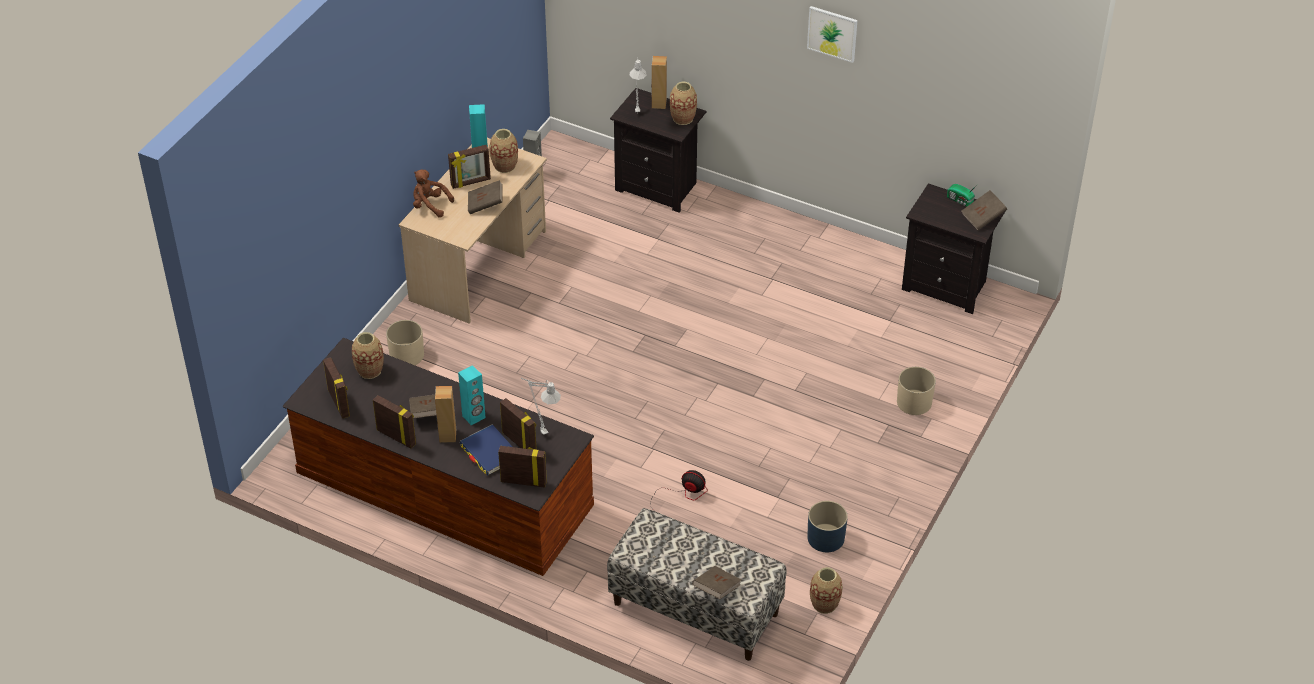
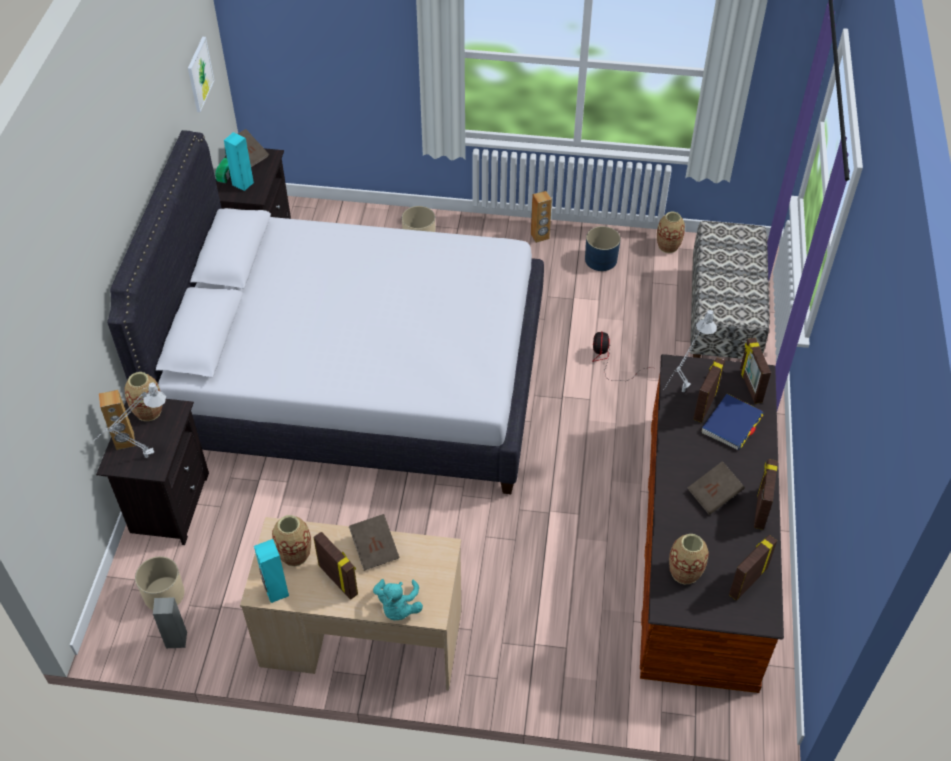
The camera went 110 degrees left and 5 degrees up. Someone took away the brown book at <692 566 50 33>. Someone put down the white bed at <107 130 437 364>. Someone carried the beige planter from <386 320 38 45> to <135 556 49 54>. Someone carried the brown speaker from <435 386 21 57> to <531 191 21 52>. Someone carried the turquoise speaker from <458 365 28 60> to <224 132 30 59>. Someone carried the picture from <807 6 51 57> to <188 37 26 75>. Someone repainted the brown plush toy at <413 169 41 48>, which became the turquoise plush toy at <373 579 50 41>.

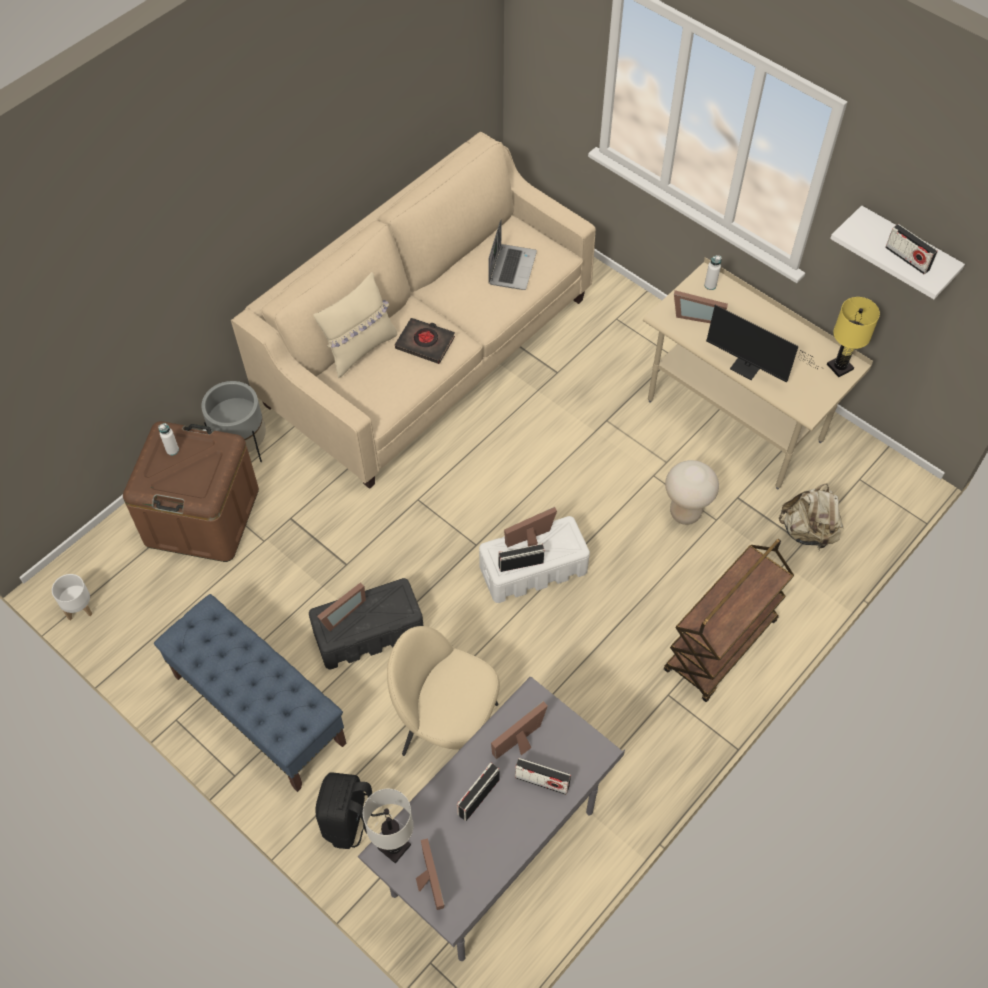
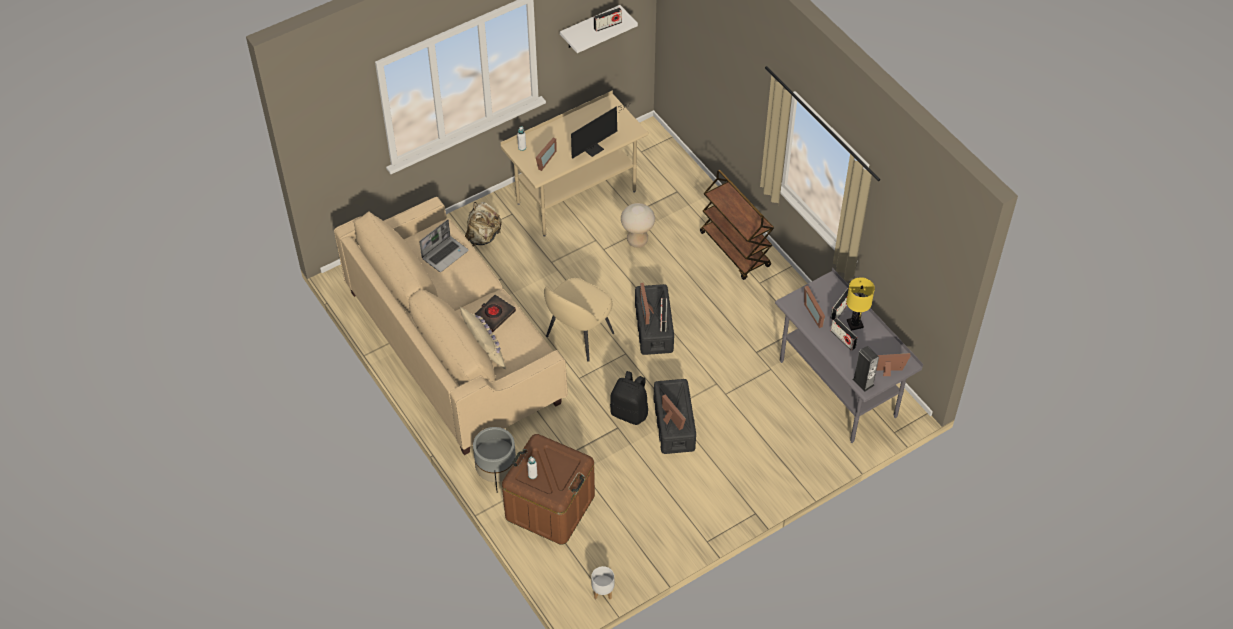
The camera went 75 degrees left and 5 degrees down. Someone took away the blue bench at <154 594 193 198>. Someone carried the black backpack from <316 772 69 77> to <610 371 38 54>. Someone carried the beige chair from <387 626 113 130> to <544 278 70 83>. Someone carried the beige backpack from <779 484 64 65> to <465 202 37 44>. Someone carried the yellow table lamp from <827 297 53 80> to <846 277 29 54>. Someone swapped the white table lamp at <363 789 51 75> for the speaker at <852 346 27 46>. Someone repainted the white storage box at <479 516 111 87>, which became the black storage box at <635 284 39 71>. Someone rotated the laptop at <488 220 49 70> by 105 degrees clockwise.

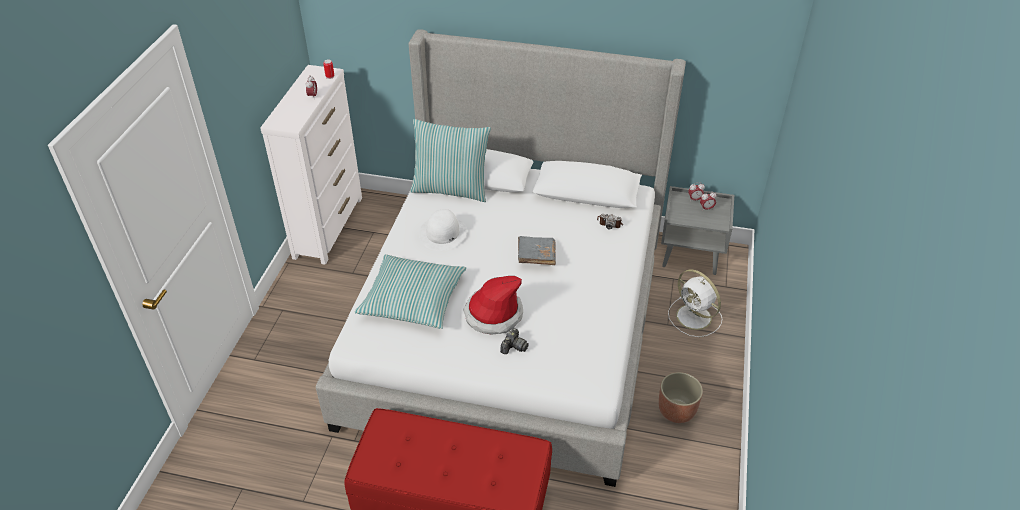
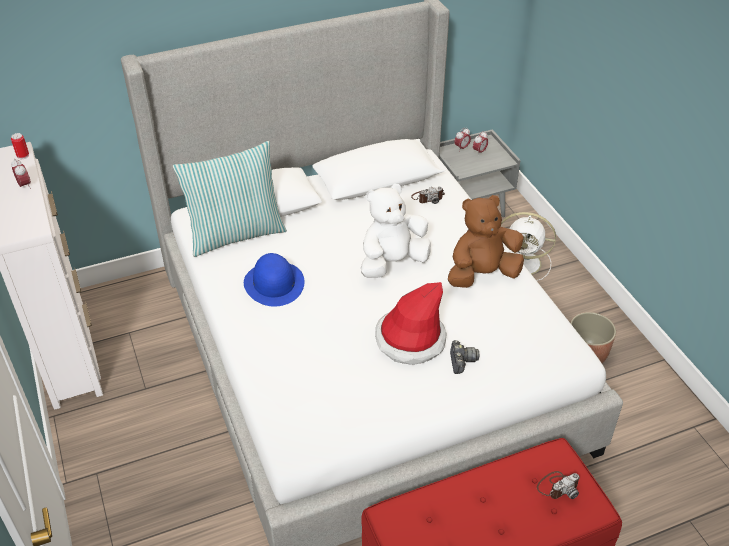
The camera went 35 degrees left and 0 degrees up. Someone took away the pillow at <355 254 111 75>. Someone put down the brown plush toy at <448 195 76 93>. Someone put down the photo camera at <537 471 43 28>. Someone swapped the grey book at <518 236 38 29> for the white plush toy at <361 184 70 94>. Someone repainted the white hat at <419 209 48 42>, which became the blue hat at <244 253 61 53>.

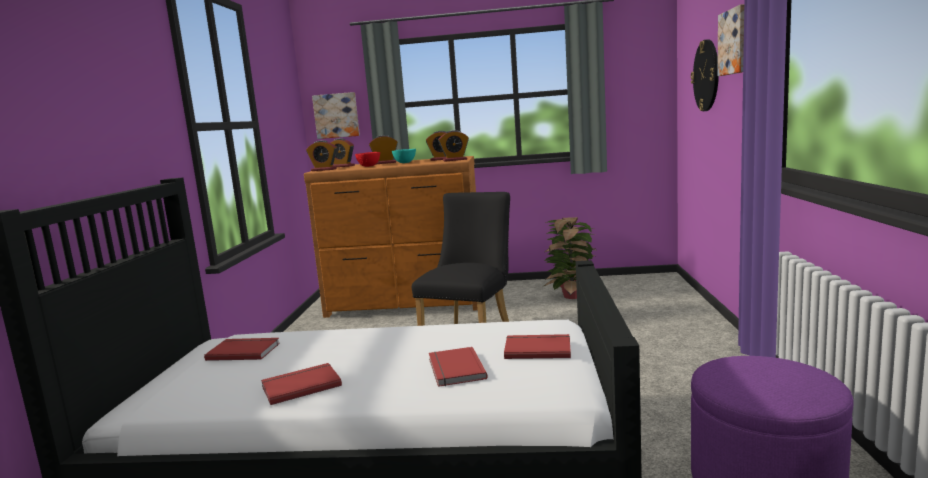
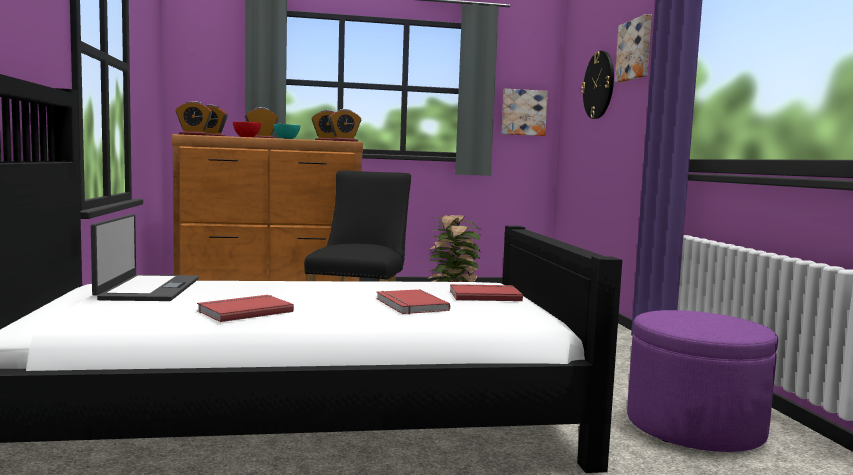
The camera went 15 degrees left and 5 degrees down. Someone carried the picture from <312 92 48 47> to <502 89 46 47>. Someone swapped the red book at <204 338 76 23> for the laptop at <91 214 108 87>.

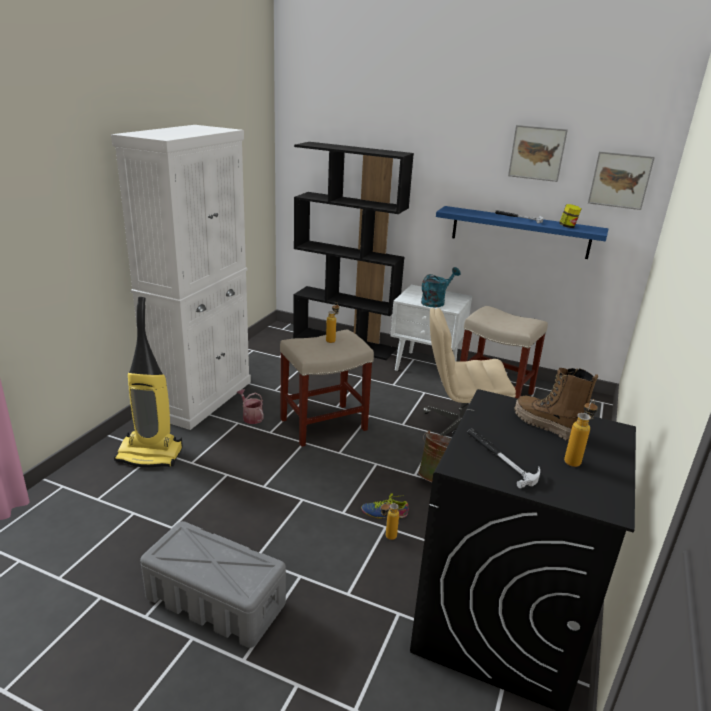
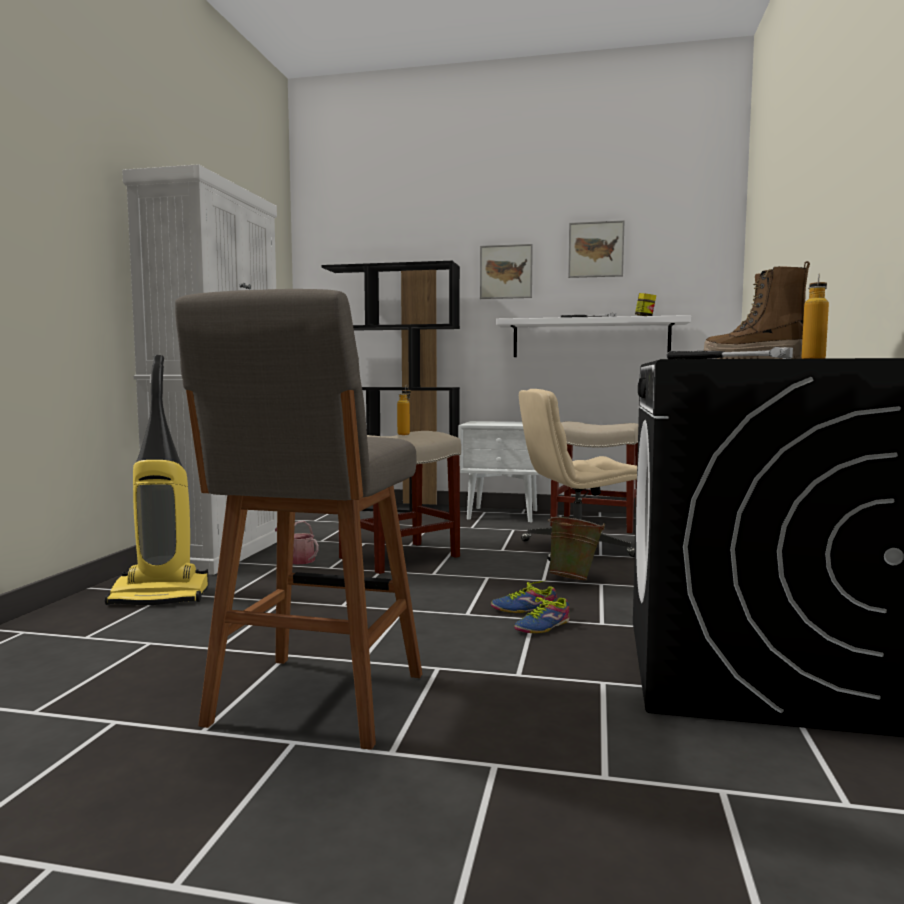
The camera went 10 degrees left and 20 degrees down. Someone took away the turquoise watering can at <421 267 40 40>. Someone carried the picture from <588 151 67 59> to <480 244 53 55>. Someone swapped the grey storage box at <140 521 146 127> for the grey stool at <175 289 247 461>. Someone swapped the bottle at <381 502 18 38> for the shoe at <514 592 56 41>. Someone repainted the blue shelf at <436 206 172 53>, which became the white shelf at <496 315 195 42>.

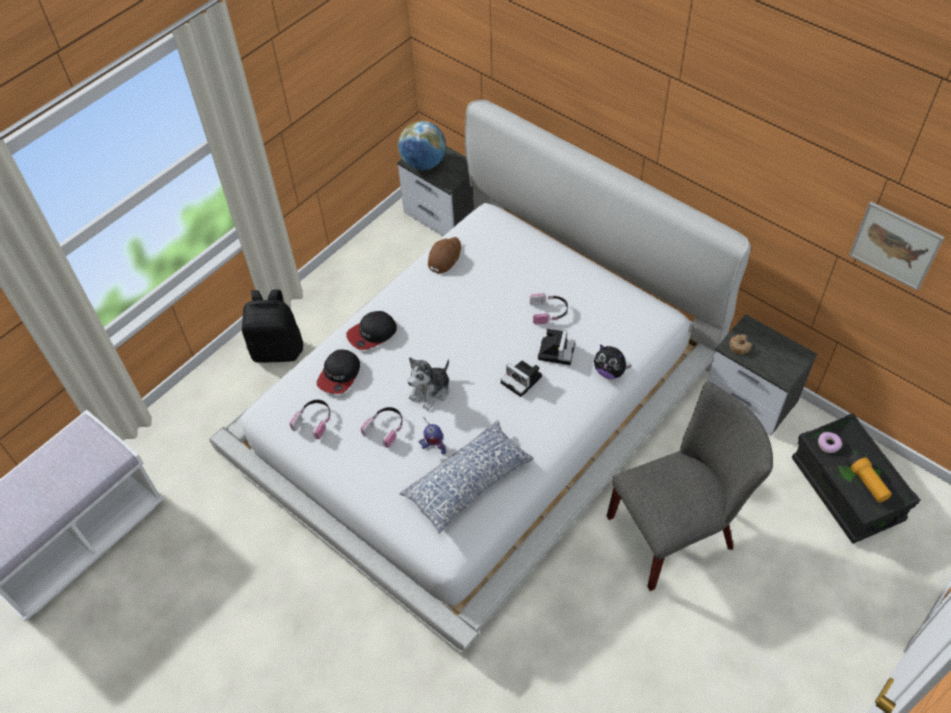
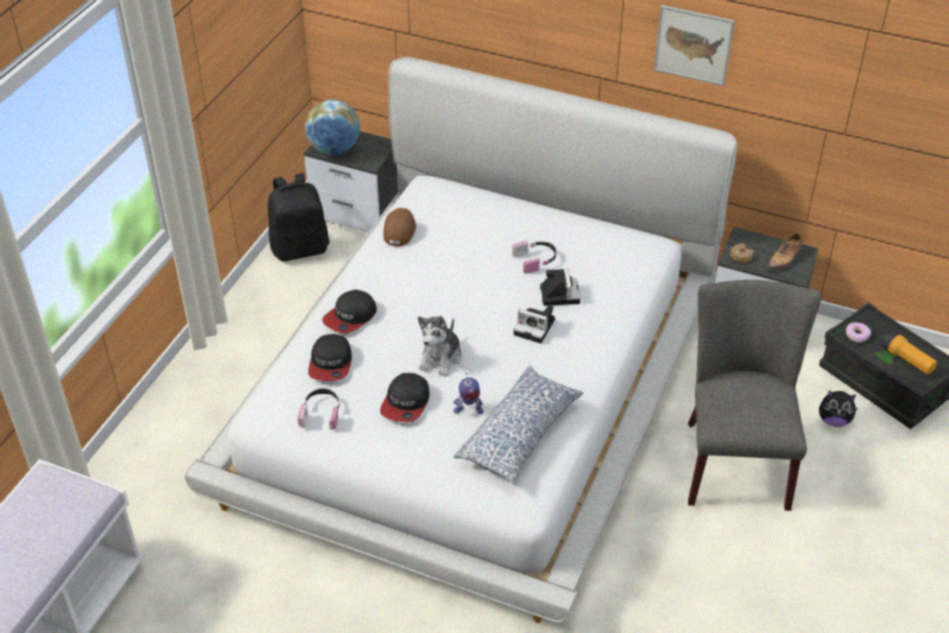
The camera went 20 degrees left and 10 degrees down. Someone put down the shoe at <767 234 35 36>. Someone carried the black backpack from <242 290 61 73> to <268 173 61 89>. Someone carried the plush toy from <594 345 38 34> to <819 391 39 36>. Someone carried the picture from <849 202 95 89> to <654 5 81 81>. Someone swapped the headphones at <361 407 42 41> for the cap at <380 373 50 49>. Someone rotated the grey chair at <607 382 166 209> by 45 degrees counterclockwise.

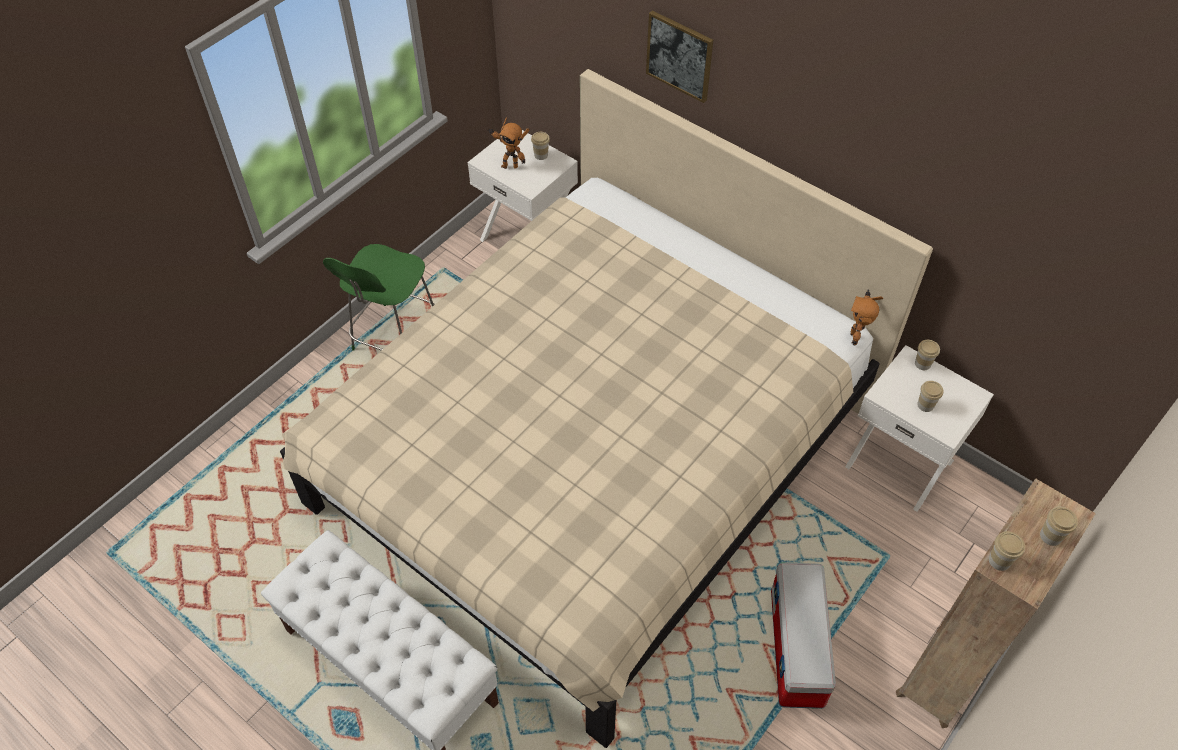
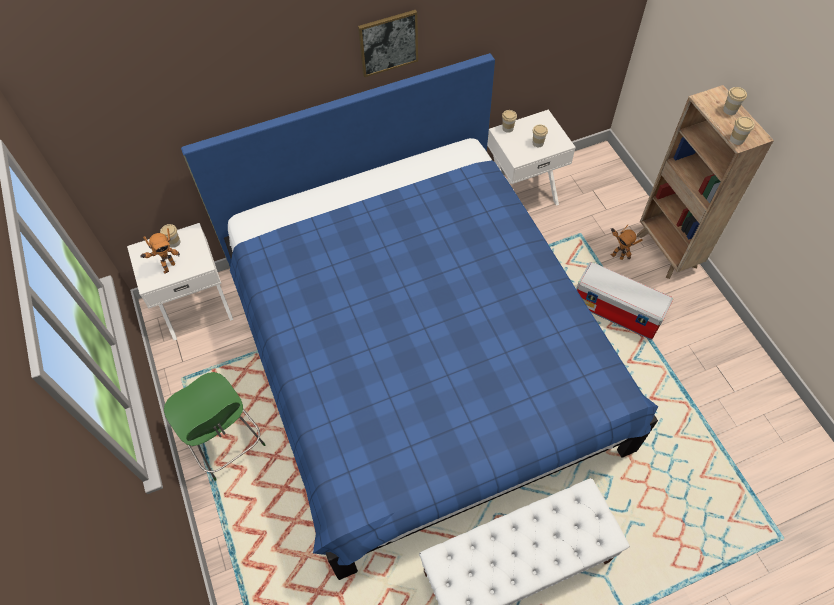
The camera went 60 degrees left and 5 degrees up. Someone carried the picture from <646 11 67 92> to <358 10 60 67>. Someone carried the toy robot from <850 289 33 57> to <611 225 32 35>. Someone repainted the beige bed at <280 69 653 679>, which became the blue bed at <181 53 477 527>.

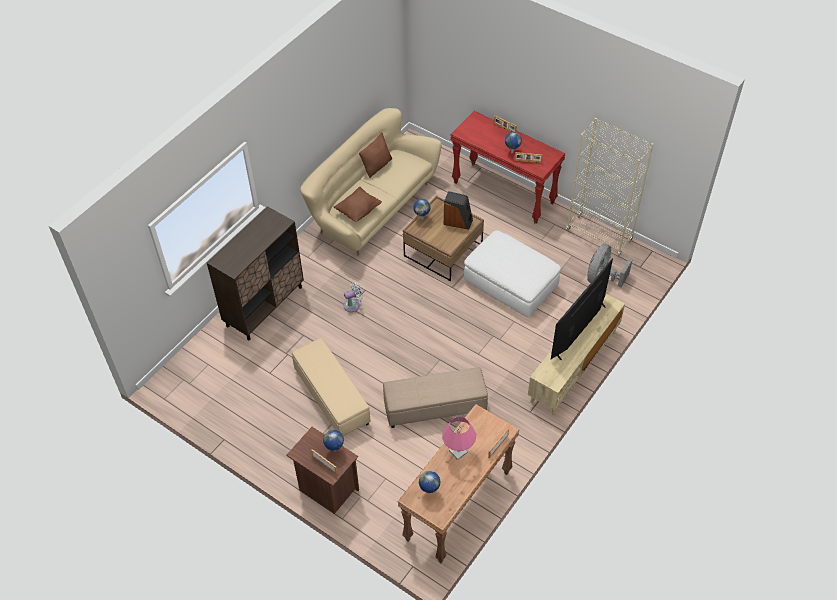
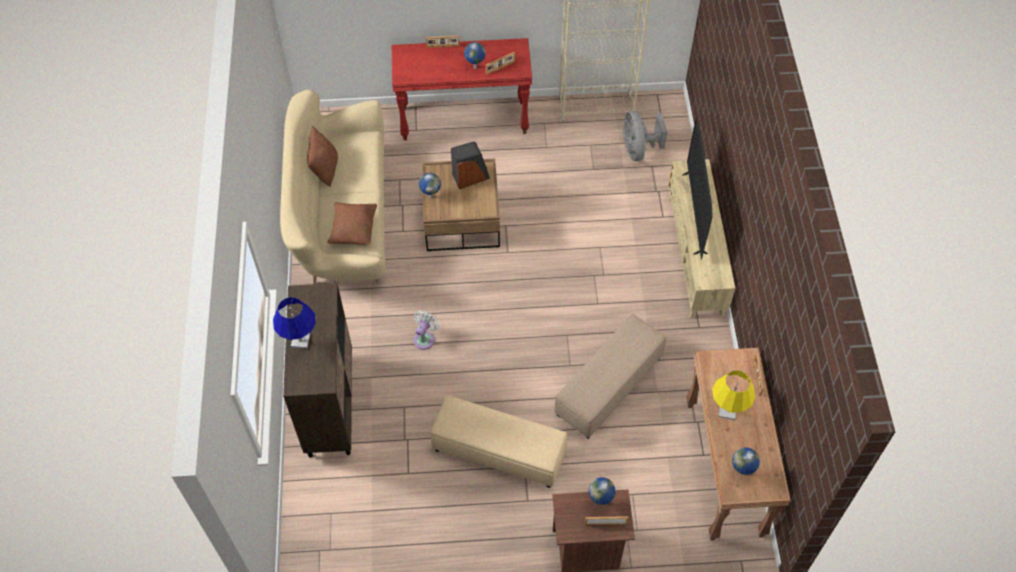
The camera went 40 degrees left and 5 degrees up. Someone took away the white ottoman at <464 230 97 87>. Someone put down the blue table lamp at <273 297 43 52>. Someone repainted the pink table lamp at <442 417 34 43>, which became the yellow table lamp at <712 370 44 50>.

